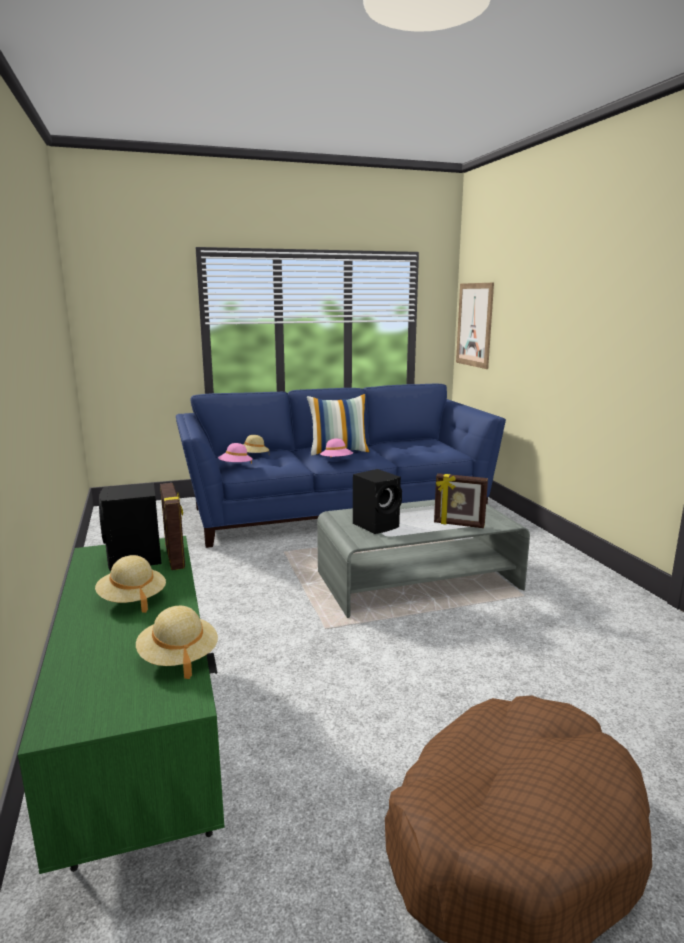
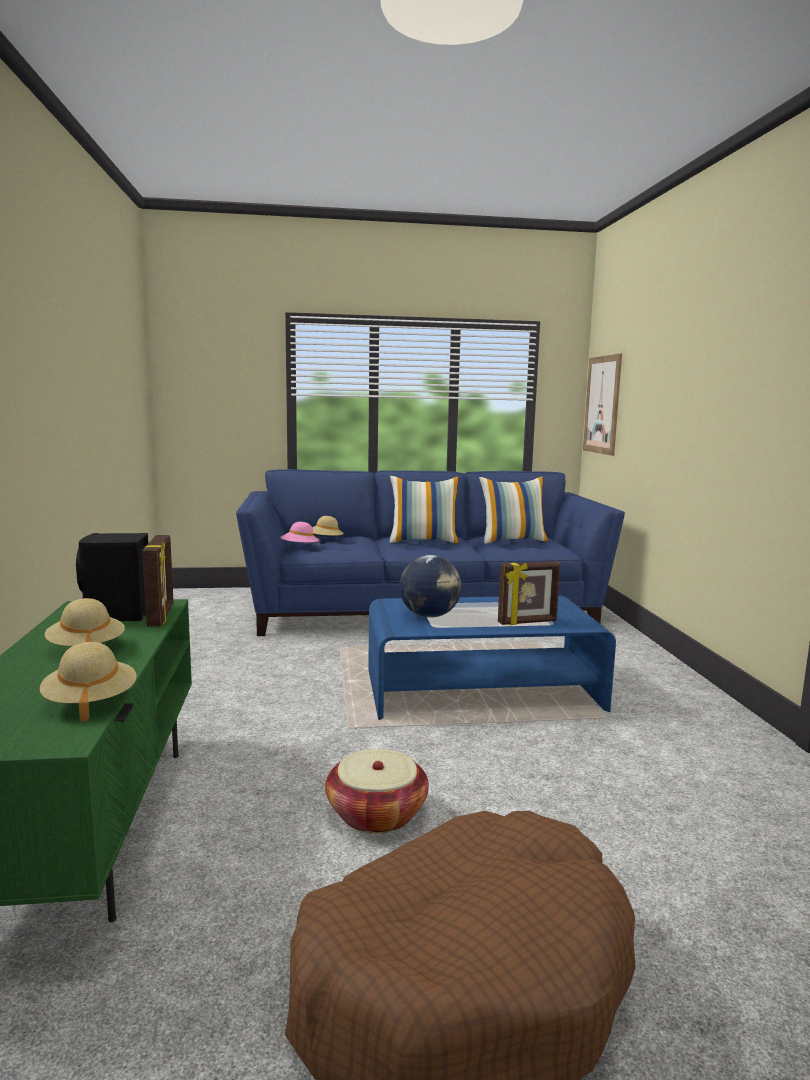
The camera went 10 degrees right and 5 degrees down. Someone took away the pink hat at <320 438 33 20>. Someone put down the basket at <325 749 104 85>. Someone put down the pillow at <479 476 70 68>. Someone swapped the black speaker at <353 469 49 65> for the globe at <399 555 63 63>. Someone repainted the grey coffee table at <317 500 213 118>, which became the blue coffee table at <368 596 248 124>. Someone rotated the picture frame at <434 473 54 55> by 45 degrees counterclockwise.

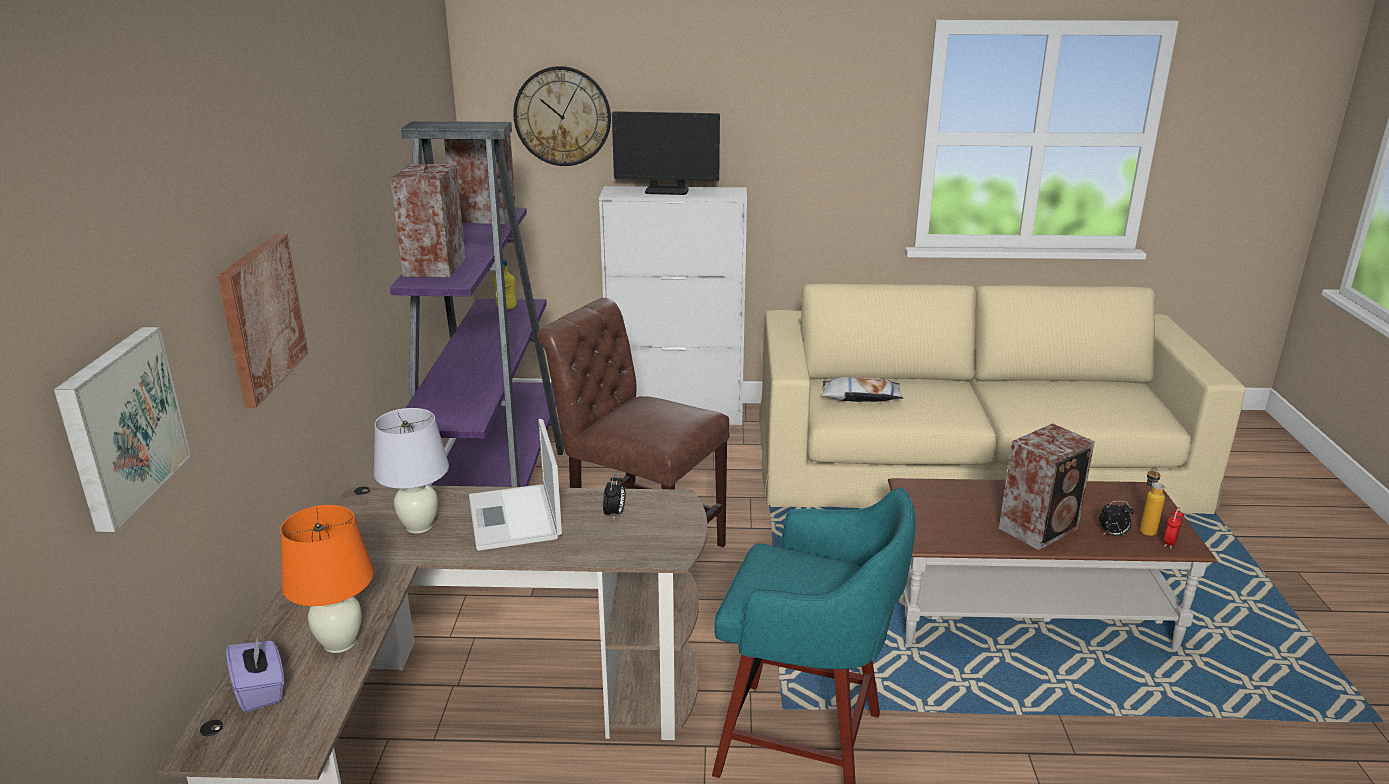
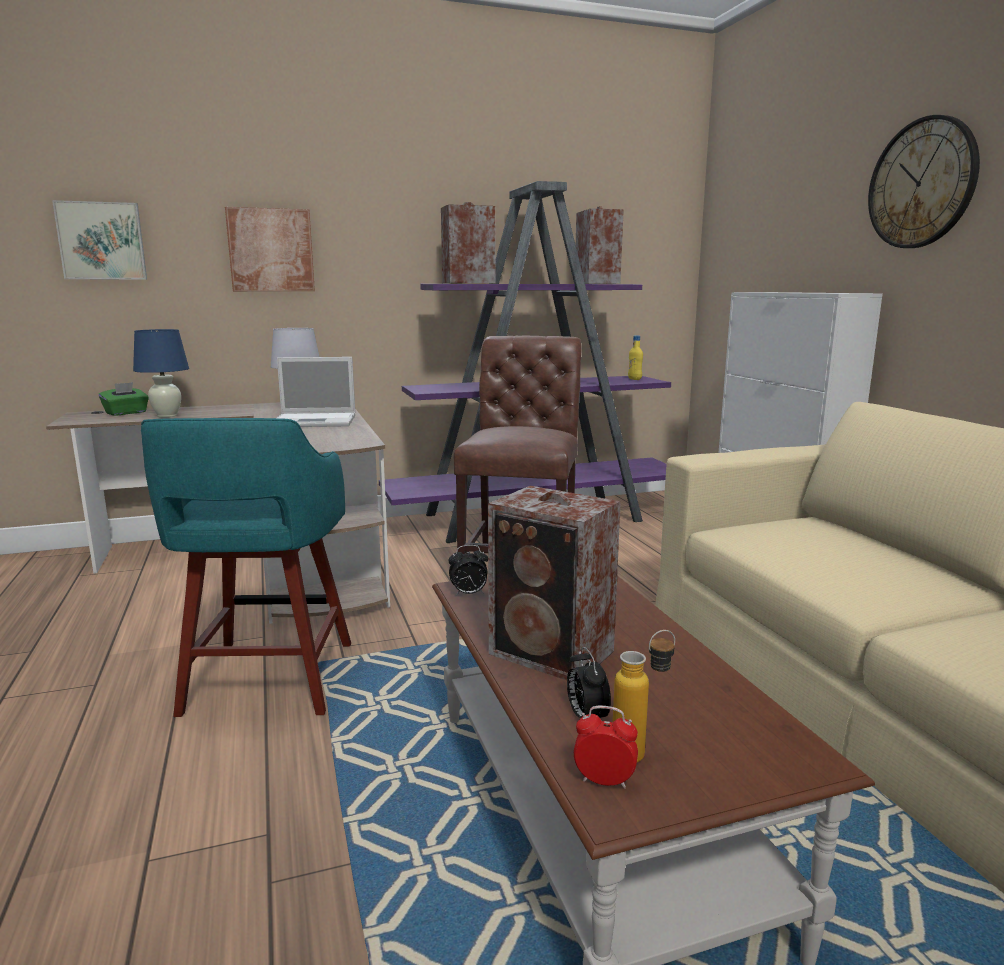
The camera went 70 degrees right and 10 degrees down. Someone took away the monitor at <612 111 108 84>. Someone took away the pillow at <821 377 83 25>. Someone carried the wall clock from <513 66 98 100> to <868 115 112 133>. Someone carried the alarm clock from <603 474 22 46> to <449 545 39 51>. Someone repainted the purple tissue box at <226 635 58 78>, which became the green tissue box at <99 382 50 34>. Someone repainted the orange table lamp at <280 505 94 148>, which became the blue table lamp at <133 329 56 88>. Someone rotated the laptop at <469 419 93 132> by 150 degrees counterclockwise.

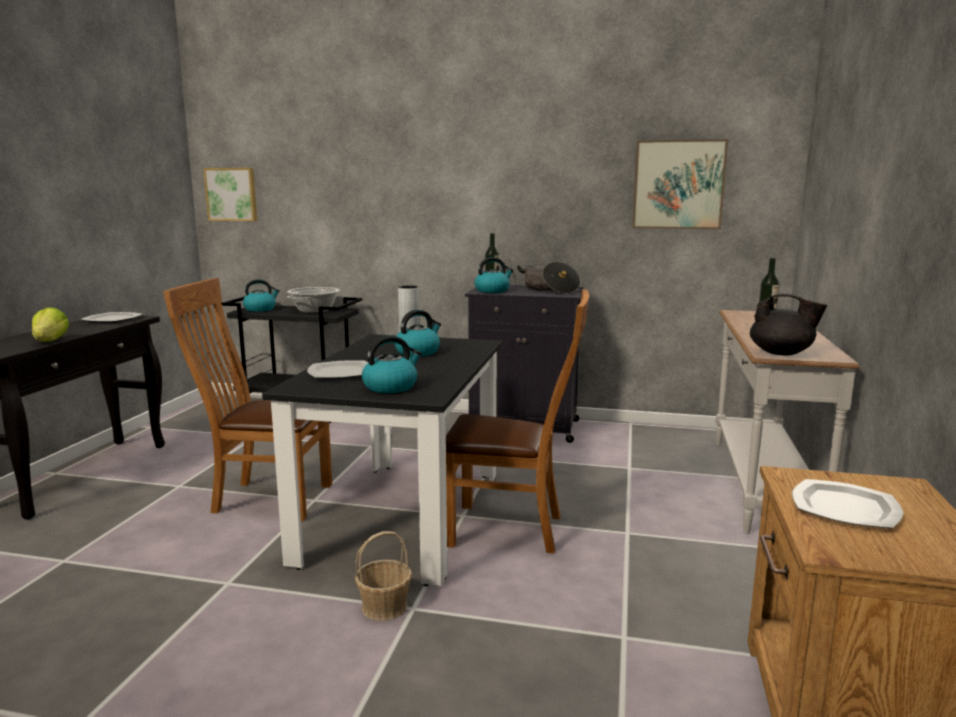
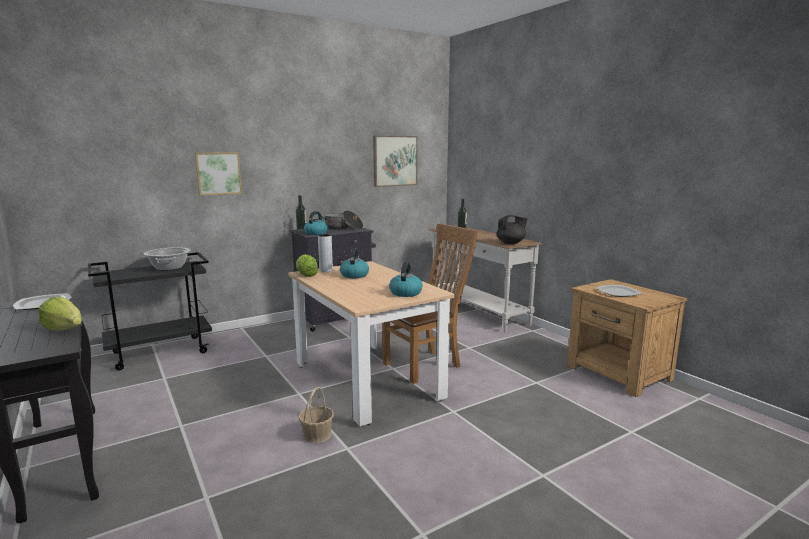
The camera went 45 degrees left and 0 degrees up. Someone took away the brown chair at <163 278 169 243>. Someone took away the kettle at <243 279 37 33>. Someone took away the plate at <307 361 61 18>. Someone put down the lettuce at <296 254 22 23>. Someone carried the picture from <203 168 54 53> to <195 153 47 43>. Someone carried the basket from <355 531 57 90> to <299 387 35 56>. Someone repainted the black dining table at <262 334 240 252>, which became the beige dining table at <288 261 167 166>.

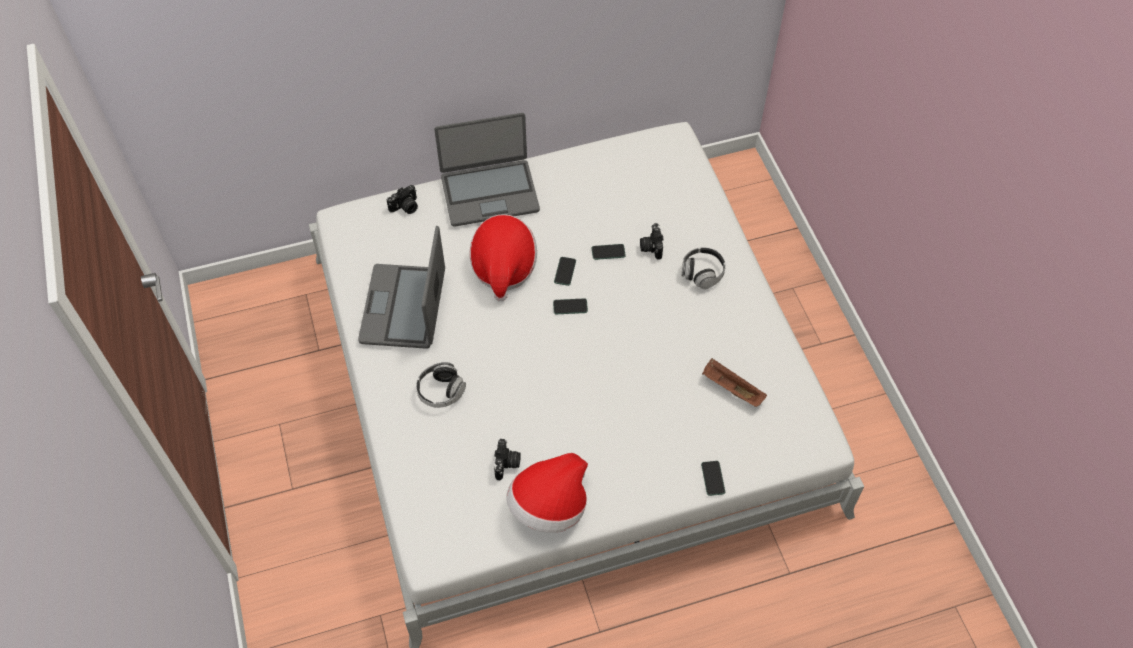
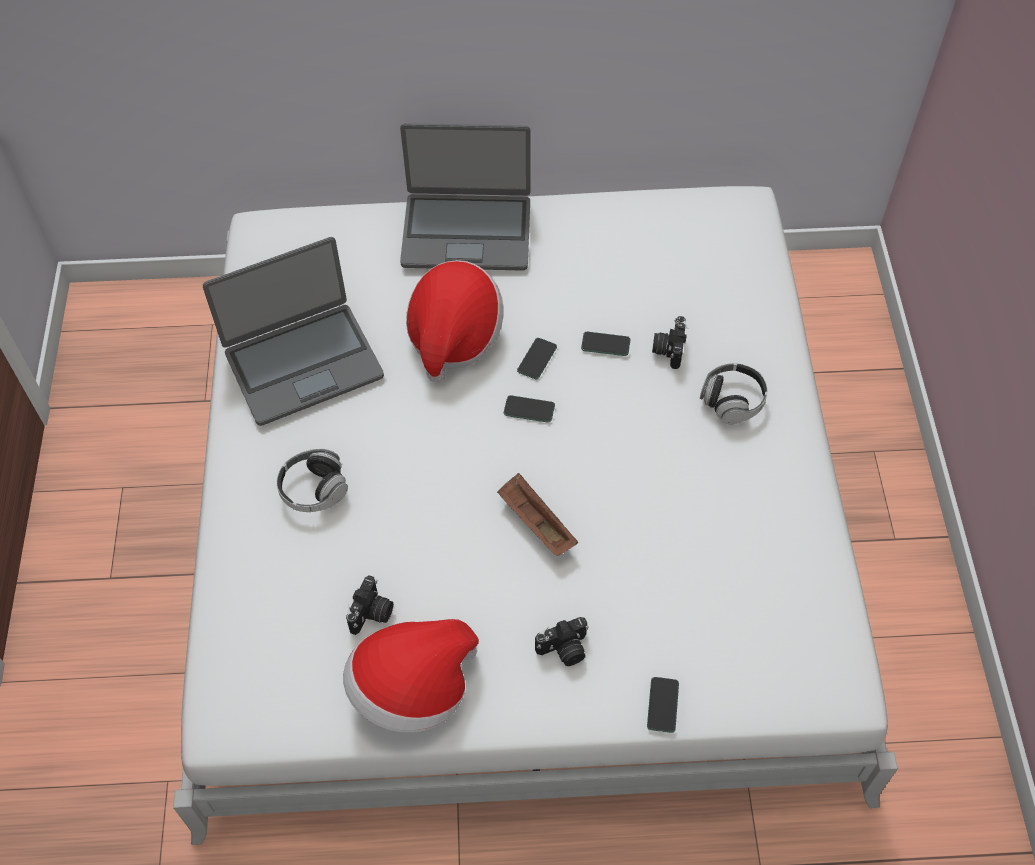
The camera went 15 degrees right and 0 degrees up. Someone carried the photo camera from <387 185 31 29> to <535 617 54 49>. Someone carried the brown tray from <702 358 65 49> to <497 473 81 83>. Someone rotated the laptop at <358 226 87 123> by 135 degrees counterclockwise.

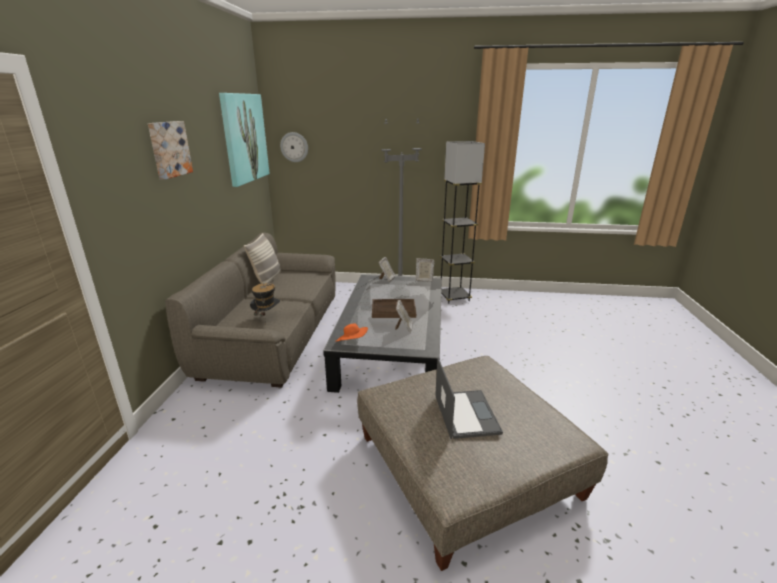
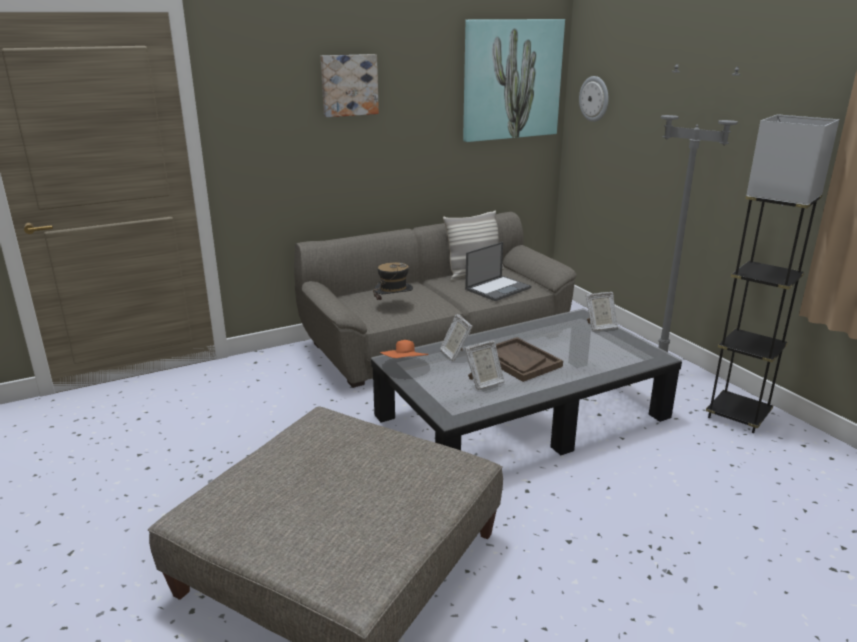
The camera went 55 degrees right and 0 degrees up. Someone carried the picture frame from <416 258 18 24> to <440 314 33 48>. Someone carried the laptop from <435 358 68 81> to <465 242 66 59>.

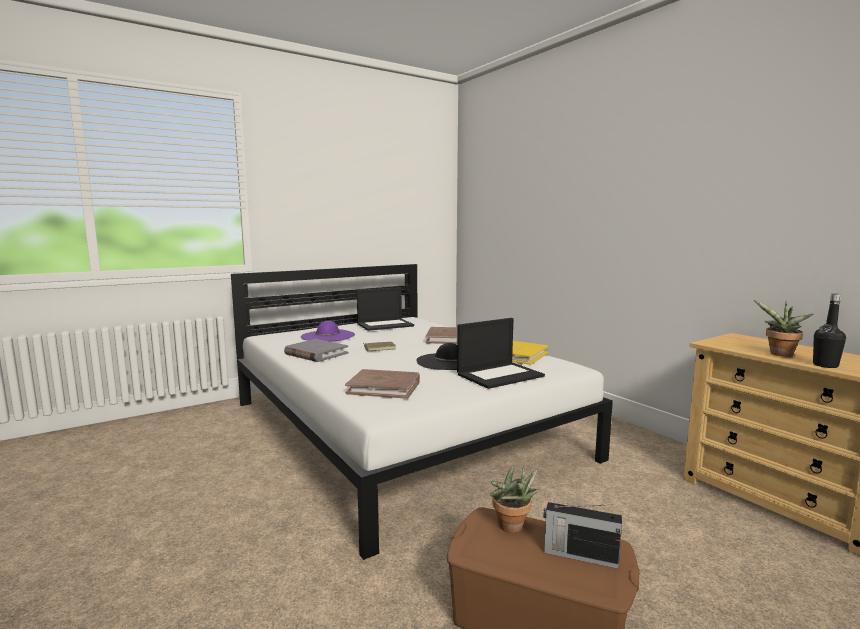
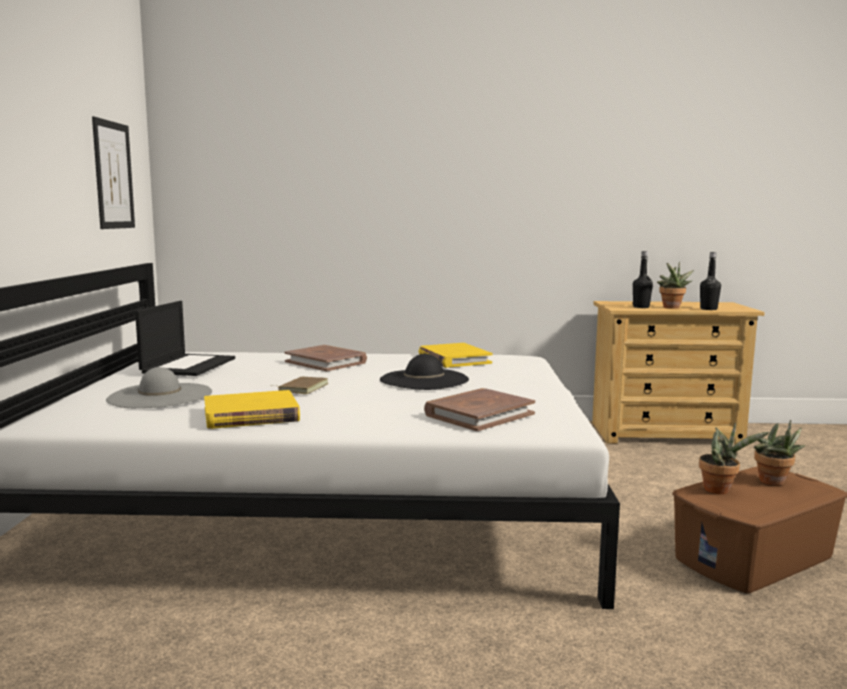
The camera went 55 degrees left and 0 degrees up. Someone took away the laptop at <457 318 88 71>. Someone put up the picture at <92 116 43 113>. Someone put down the black bottle at <633 251 20 57>. Someone swapped the radio at <543 502 79 67> for the potted plant at <754 420 52 66>. Someone repainted the grey book at <284 339 65 23>, which became the yellow book at <204 390 96 39>. Someone repainted the purple hat at <301 320 54 21>, which became the grey hat at <106 367 106 41>.

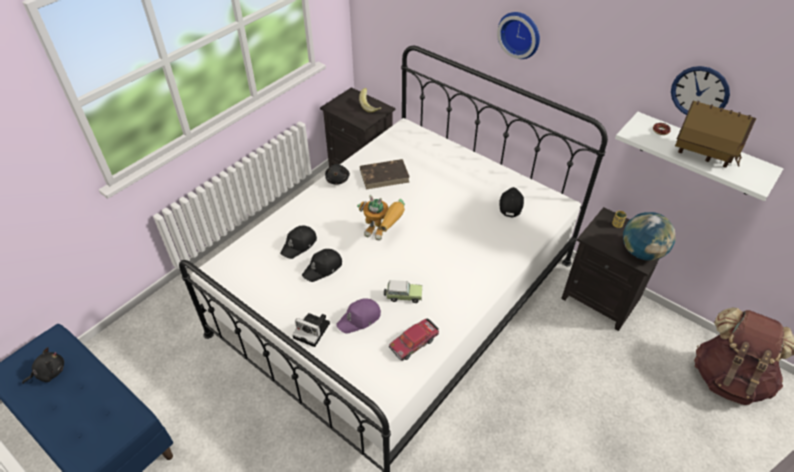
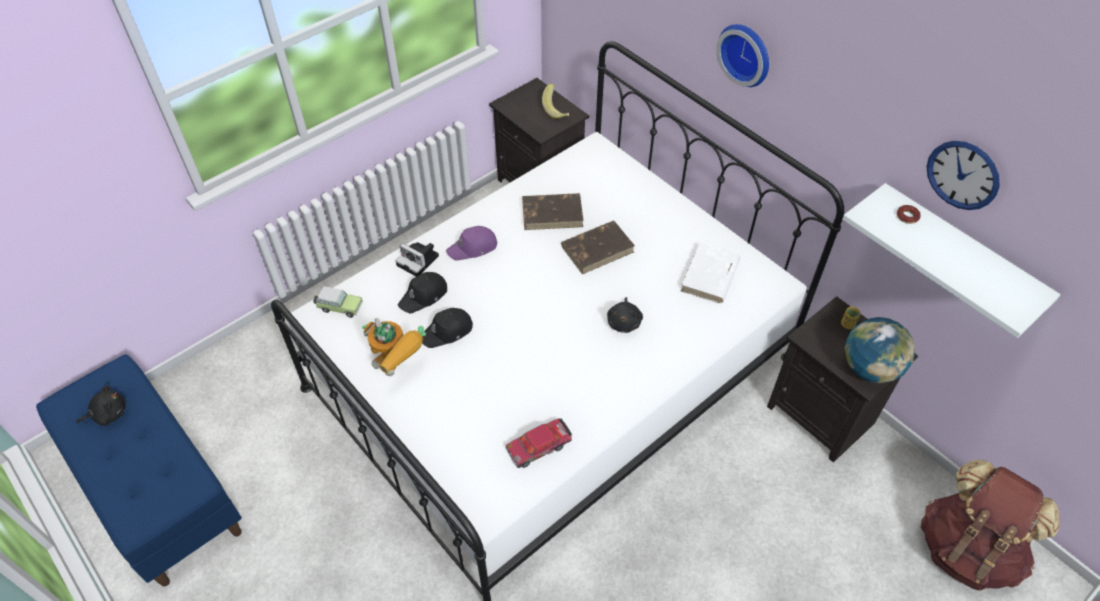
The camera went 10 degrees right and 5 degrees up. Someone took away the toy house at <675 101 81 67>. Someone put down the brown book at <561 221 74 53>. Someone carried the photo camera from <292 313 38 34> to <396 242 43 35>. Someone carried the black plush toy from <325 164 25 21> to <607 297 36 36>. Someone carried the purple cap from <336 298 45 36> to <446 226 51 35>. Someone carried the toy robot from <357 195 48 46> to <362 318 64 58>. Someone carried the toy car from <384 280 38 23> to <314 286 49 32>. Someone swapped the black cap at <499 187 25 31> for the white book at <681 242 60 61>.

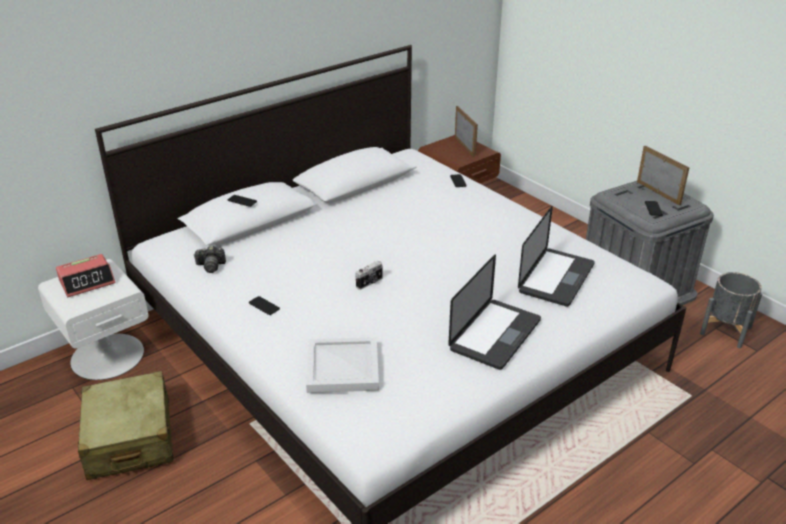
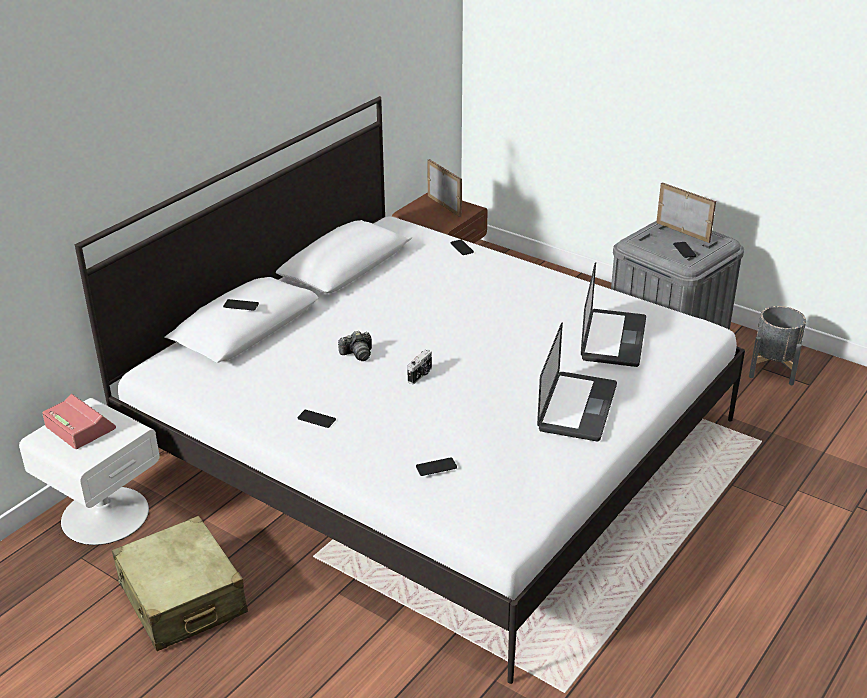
The camera went 15 degrees left and 0 degrees up. Someone carried the photo camera from <194 246 32 27> to <338 331 34 30>. Someone swapped the white tray at <306 337 73 56> for the phone at <416 457 41 19>. Someone rotated the alarm clock at <56 254 59 43> by 90 degrees counterclockwise.

